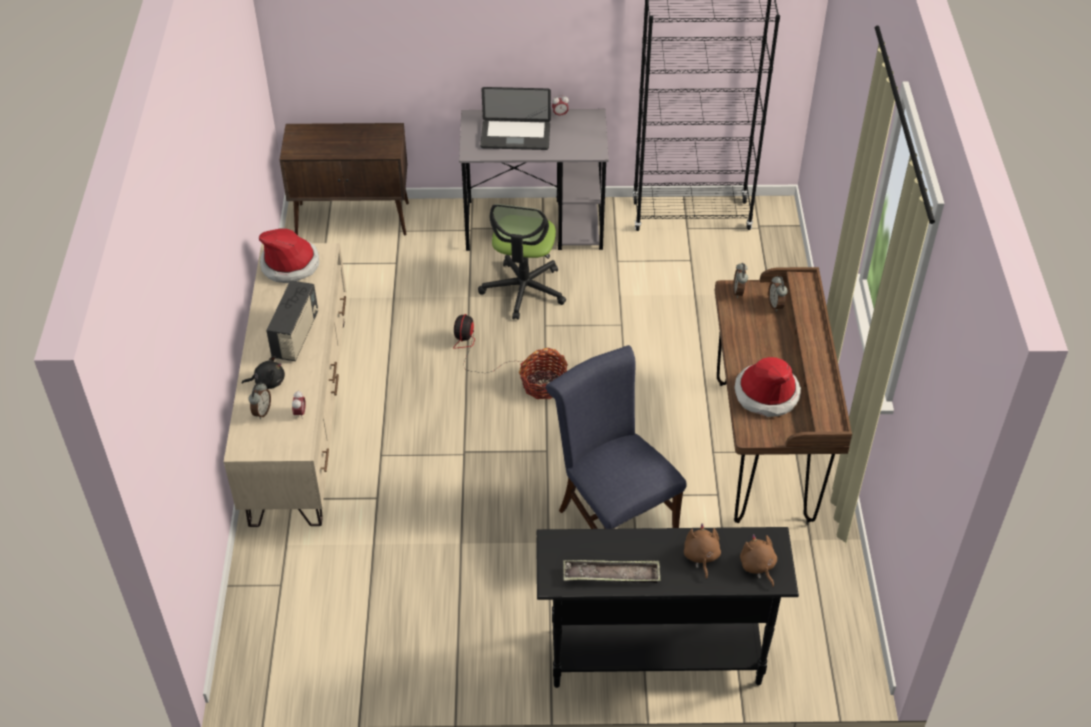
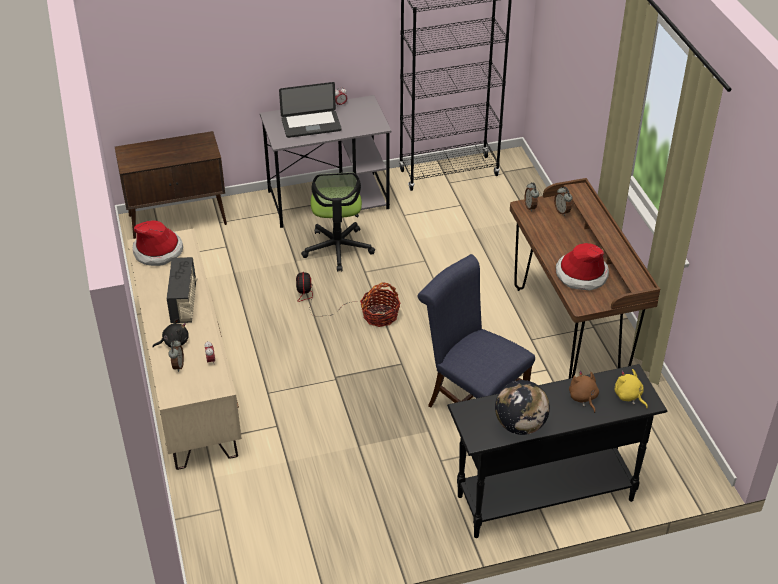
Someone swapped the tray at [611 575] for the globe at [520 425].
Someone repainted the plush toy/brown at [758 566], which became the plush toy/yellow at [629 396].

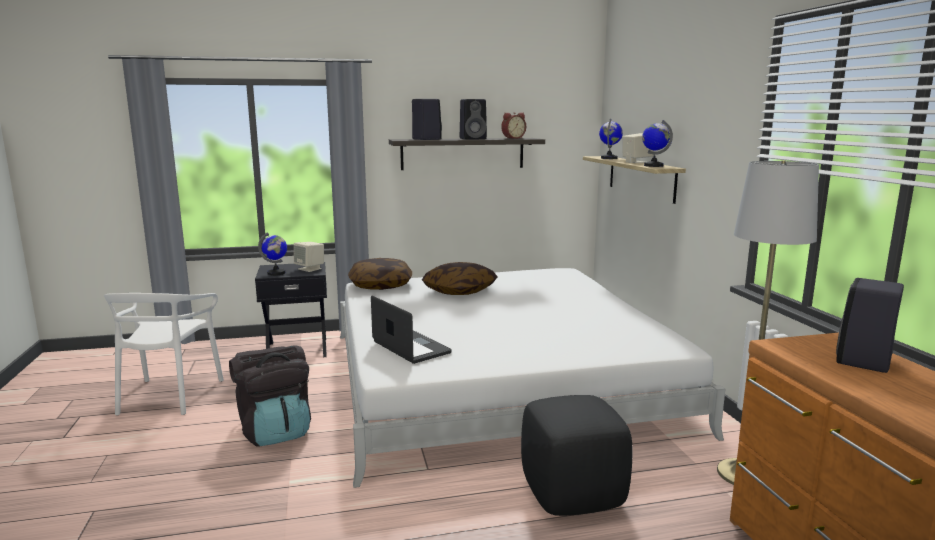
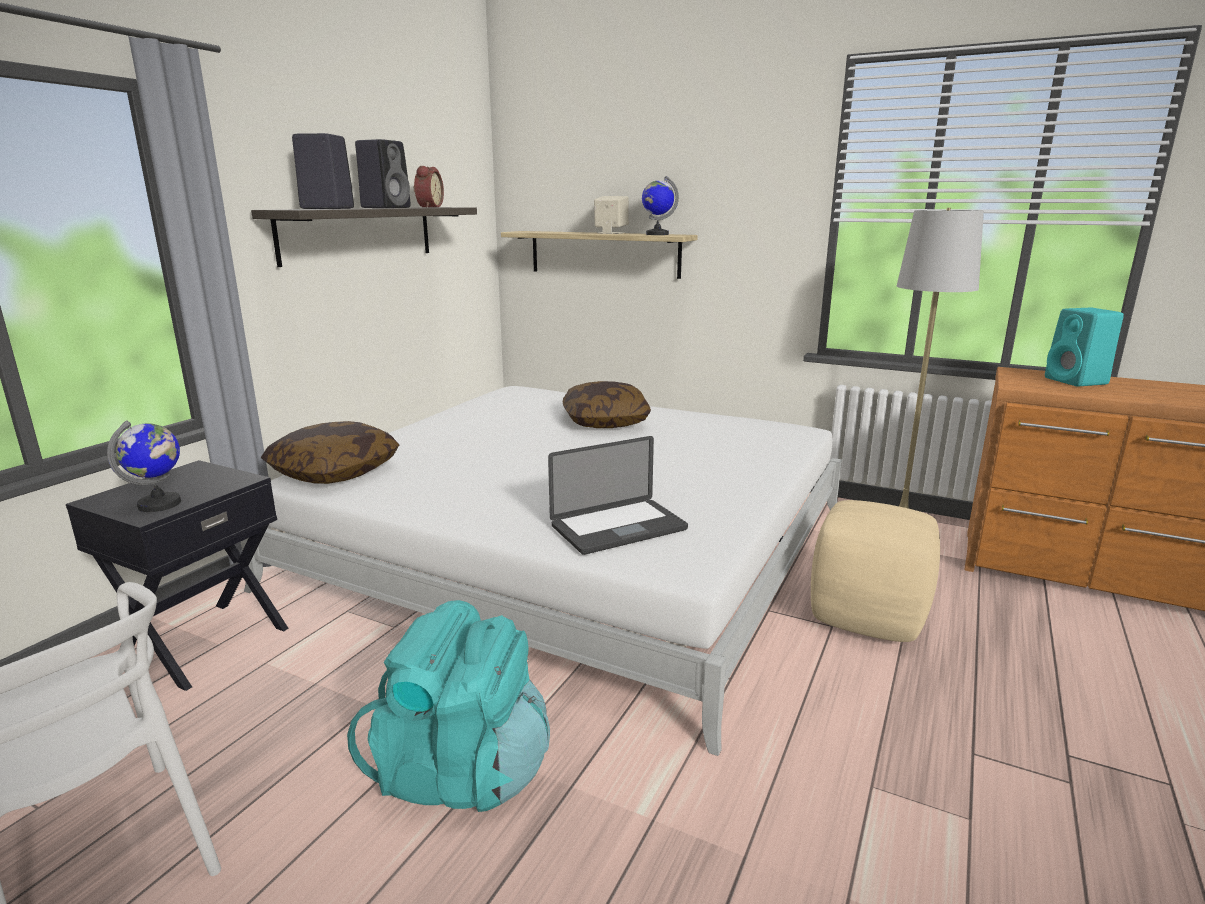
Someone took away the speaker/beige at [310 269].
Someone took away the globe at [609 158].
Someone carried the pillow from [459 291] to [605 421].
Someone repainted the backpack/black at [275 431], which became the backpack/turquoise at [462 771].
Someone repainted the ottoman/black at [572 494], which became the ottoman/beige at [866 616].
Someone repainted the speaker/black at [863 362], which became the speaker/turquoise at [1077 381].
Someone rotated the laptop at [411 347] by 150 degrees clockwise.

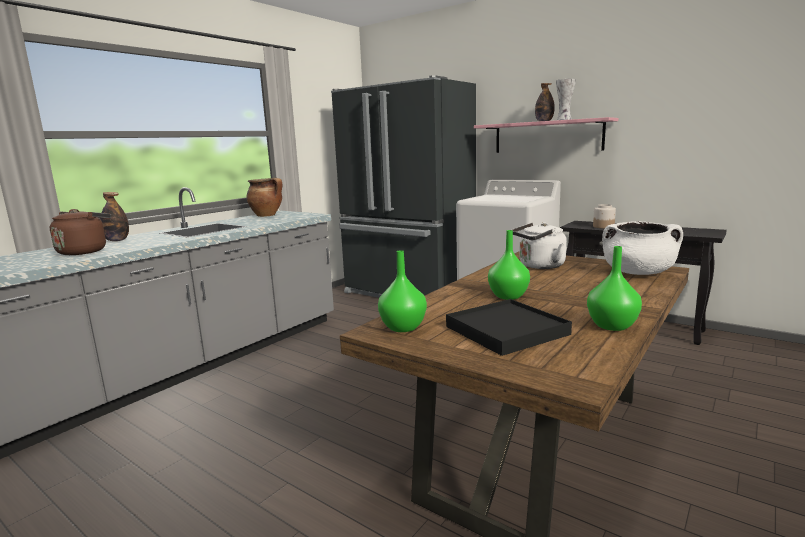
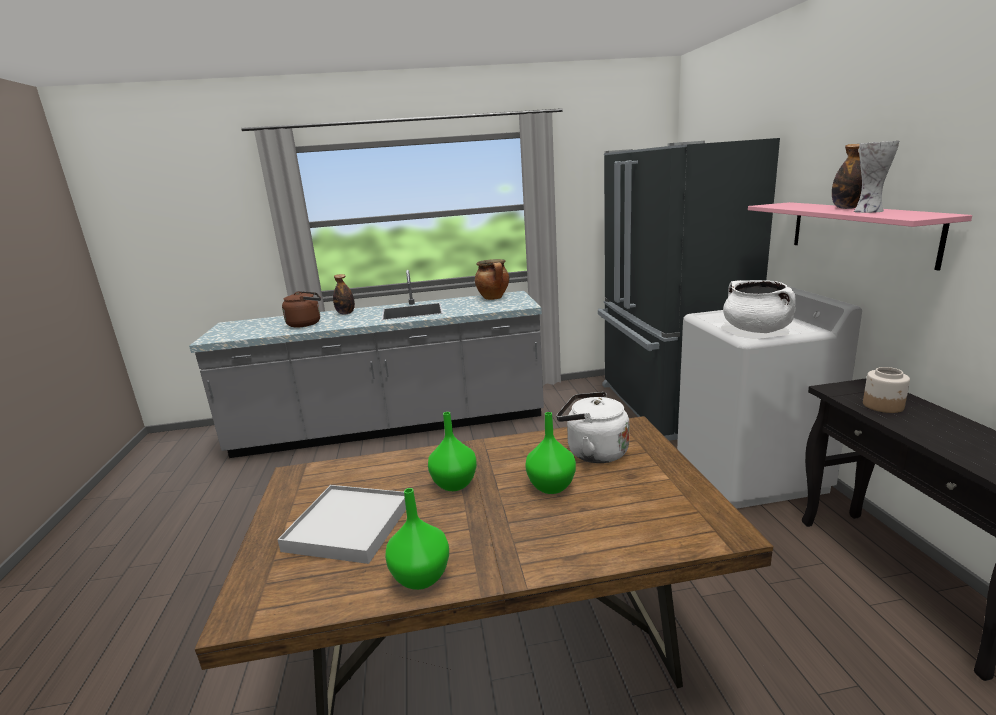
Someone carried the vase/green from [402 327] to [551 486].
Someone carried the cooking pot/white from [638 273] to [757 330].
Someone repainted the tray/black at [507 330], which became the tray/white at [349 527].

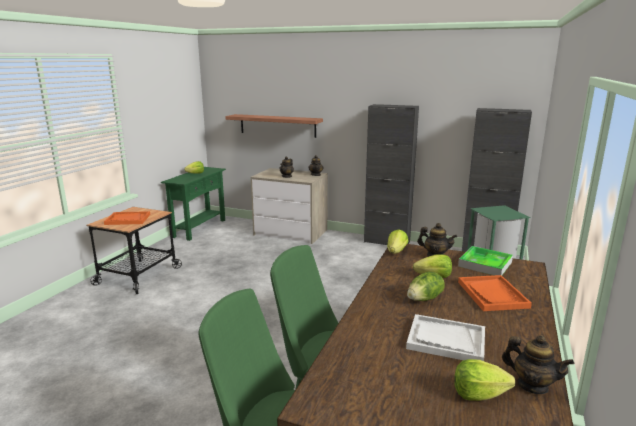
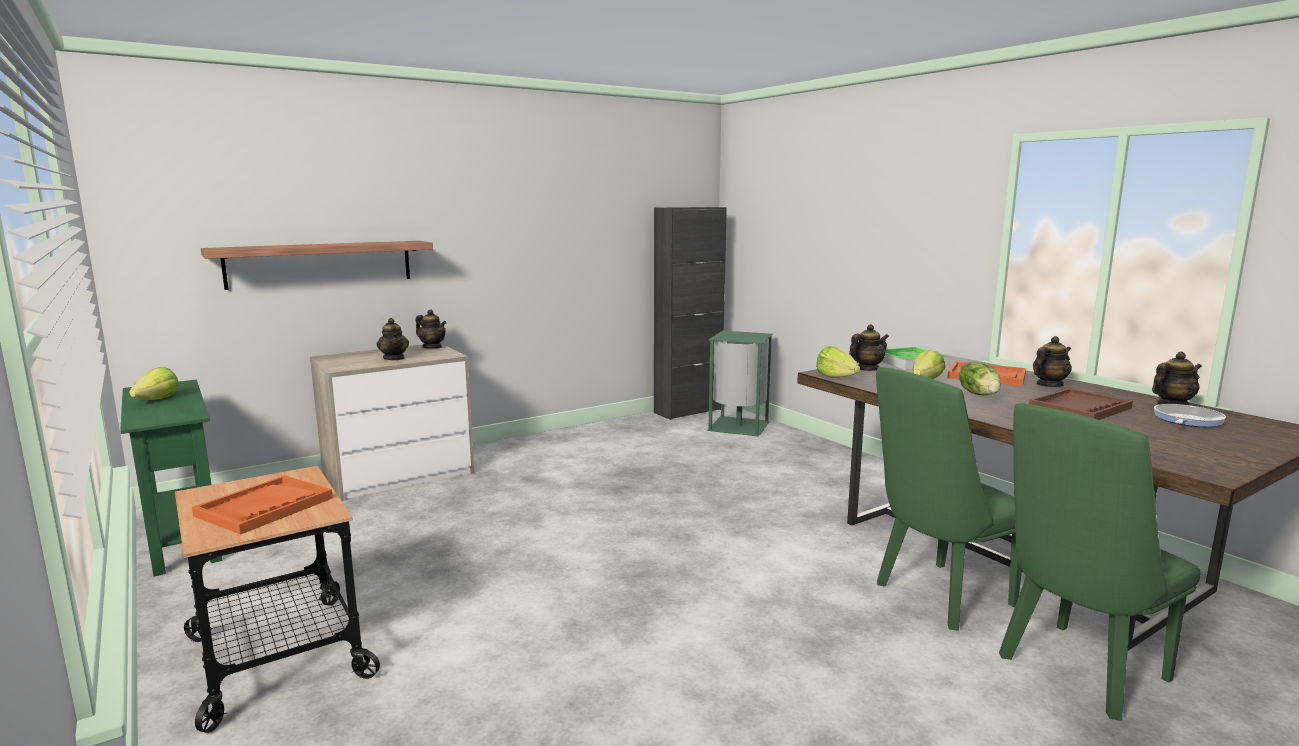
Someone took away the cabinet/black at [386 242].
Someone put down the teapot at [1048 385].
Someone swapped the lettuce at [478 394] for the frying pan at [1186 420].
Someone repainted the tray/white at [446 340], which became the tray/brown at [1080 407].

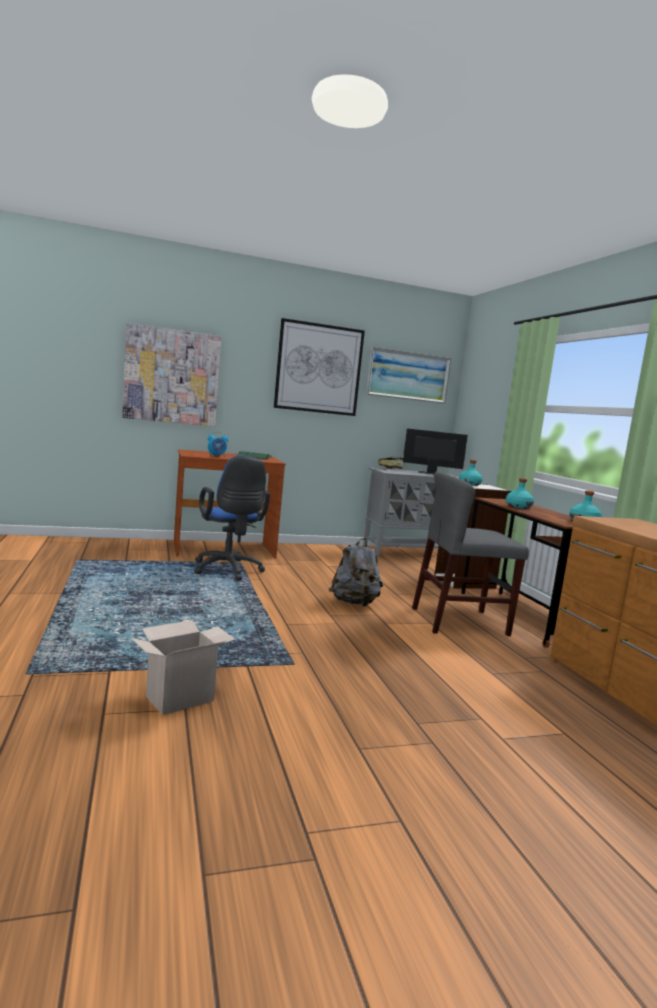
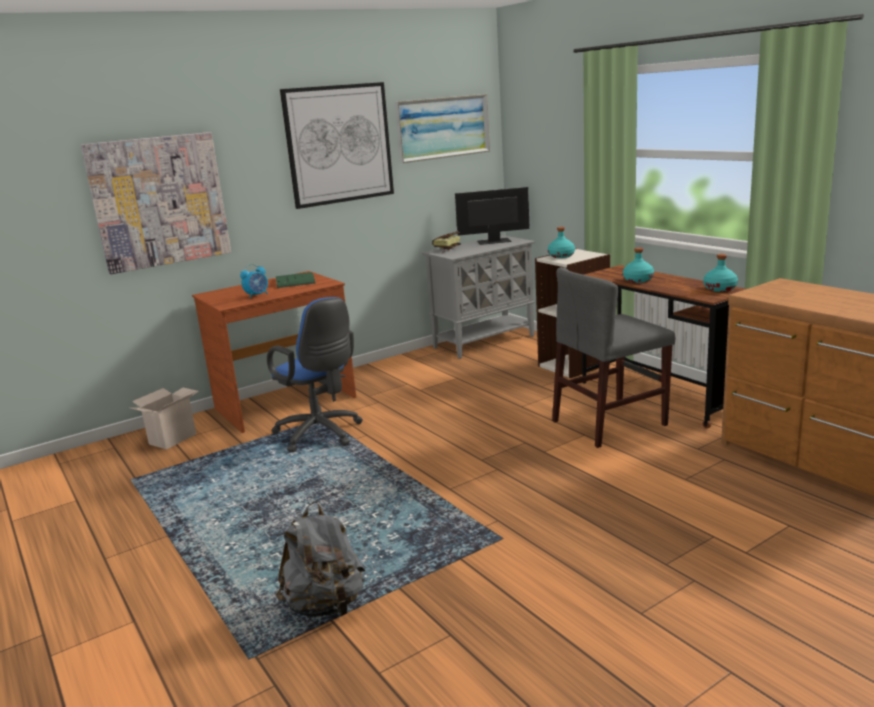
Someone carried the cardboard box from [181 697] to [173 438].
Someone carried the backpack/grey from [354 603] to [326 605].

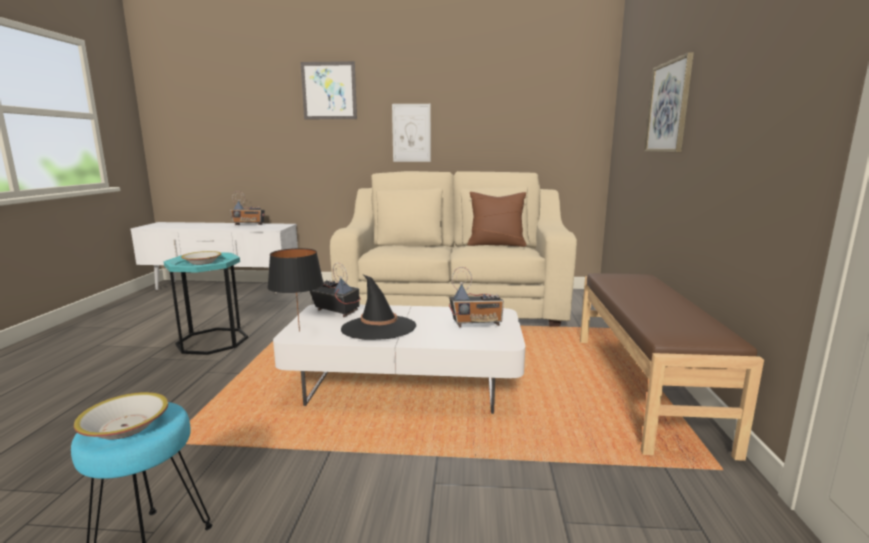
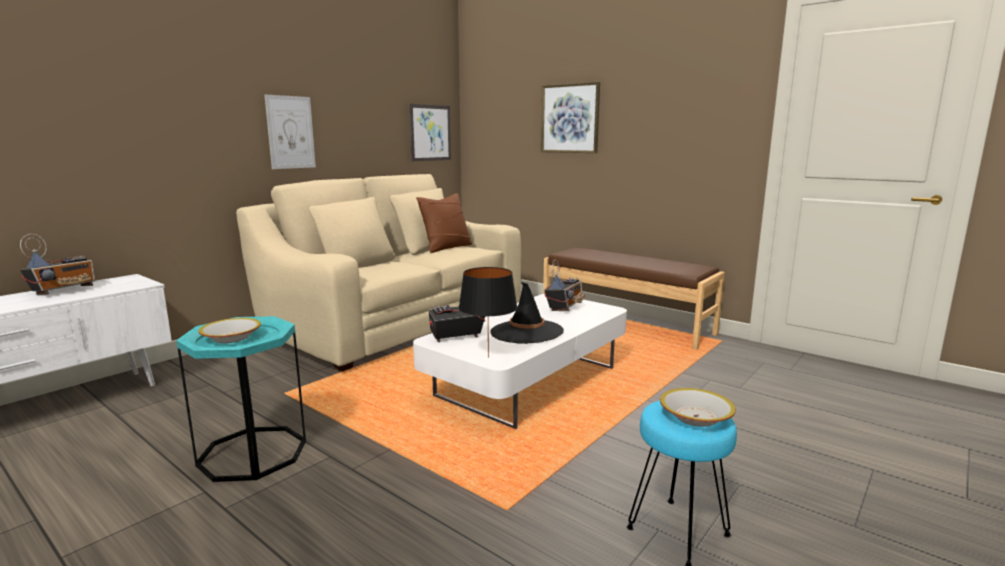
Someone carried the picture from [329 91] to [430 133].

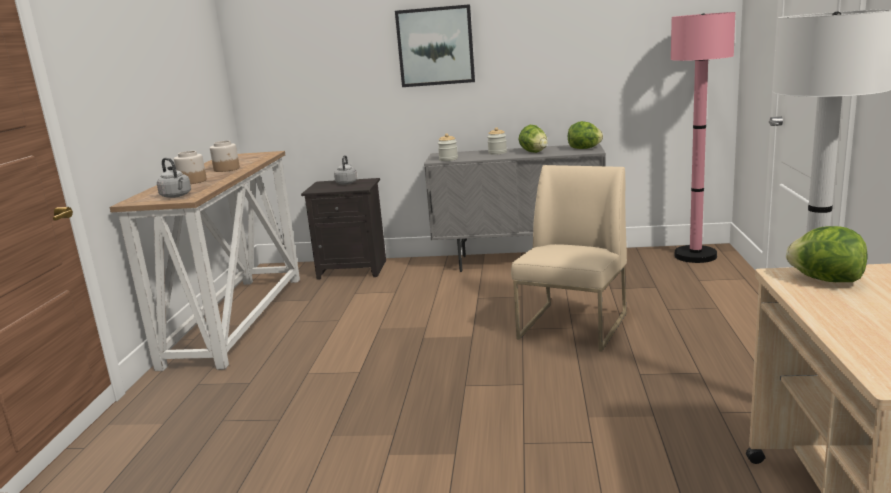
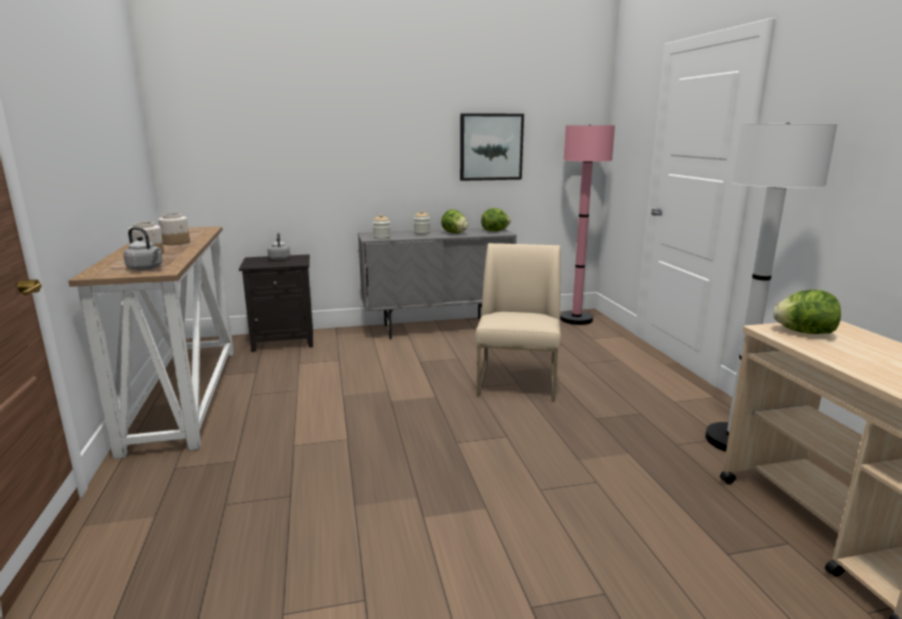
Someone carried the picture from [435 46] to [491 147].

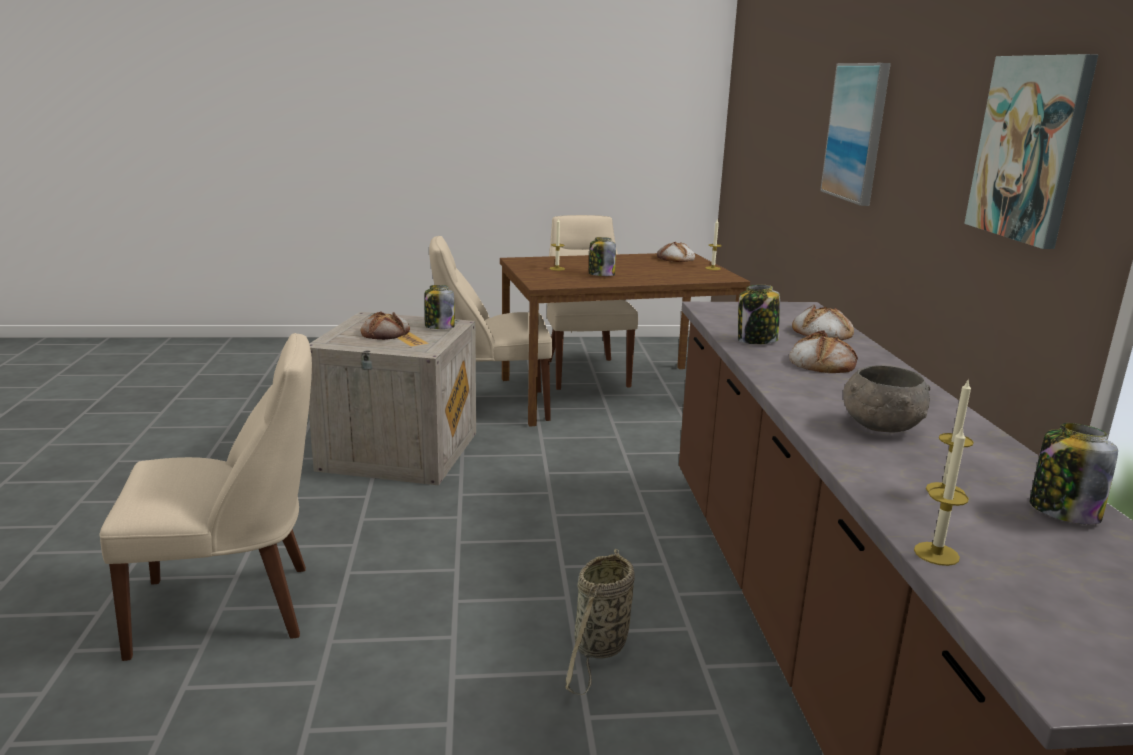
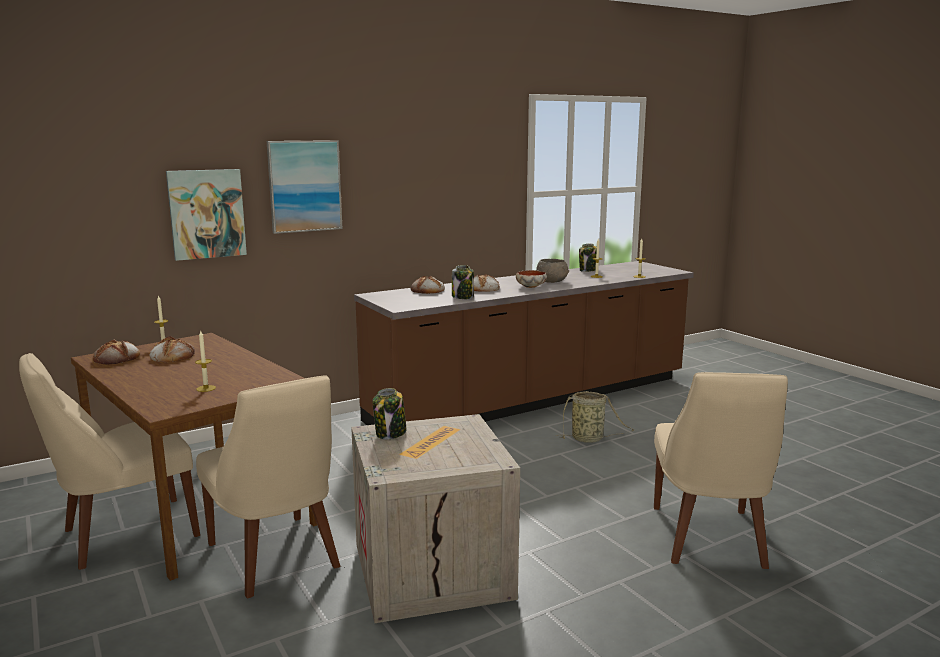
Someone took away the jar at [601 275].
Someone put down the bowl at [531 287].
Someone carried the bread from [385 333] to [172 356].
Someone carried the picture from [1029 148] to [206 214].
Someone rotated the chair/beige at [232 608] by 135 degrees counterclockwise.

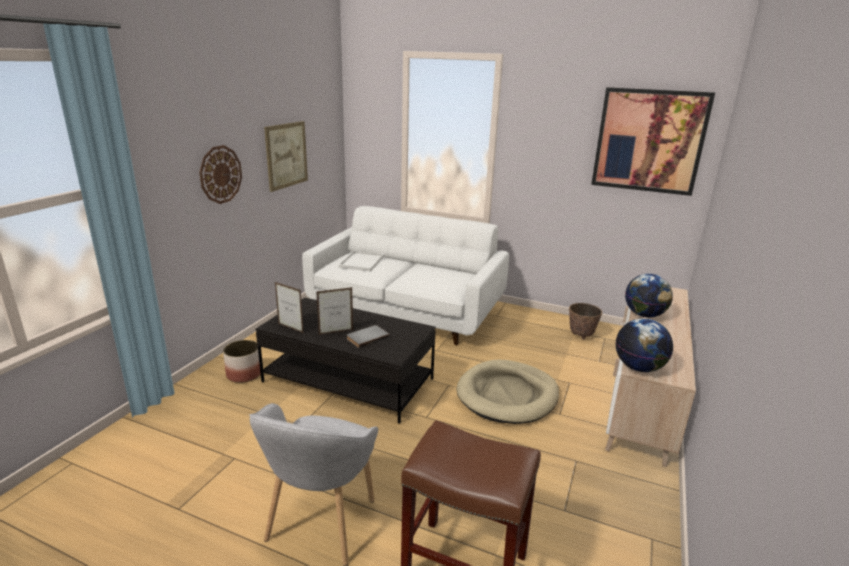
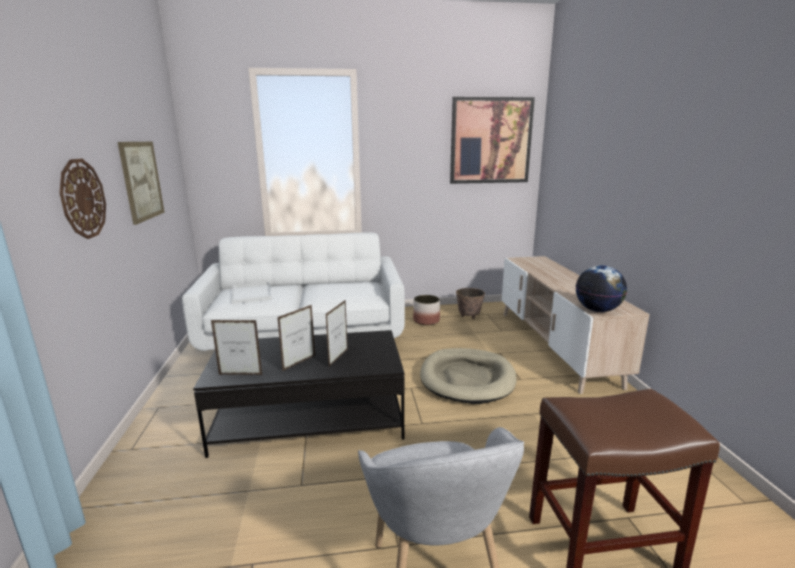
Someone took away the globe at [644 315].
Someone carried the planter from [244 374] to [426 321].
Someone swapped the book/grey at [367 337] for the picture frame at [338 358].

